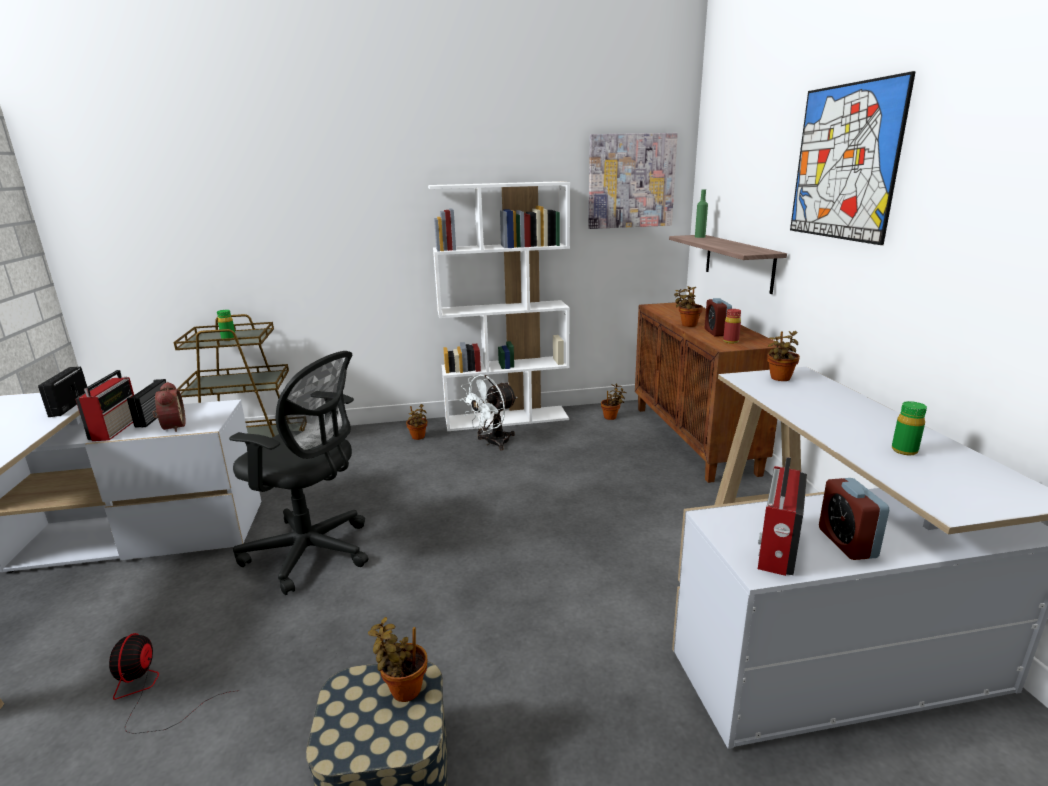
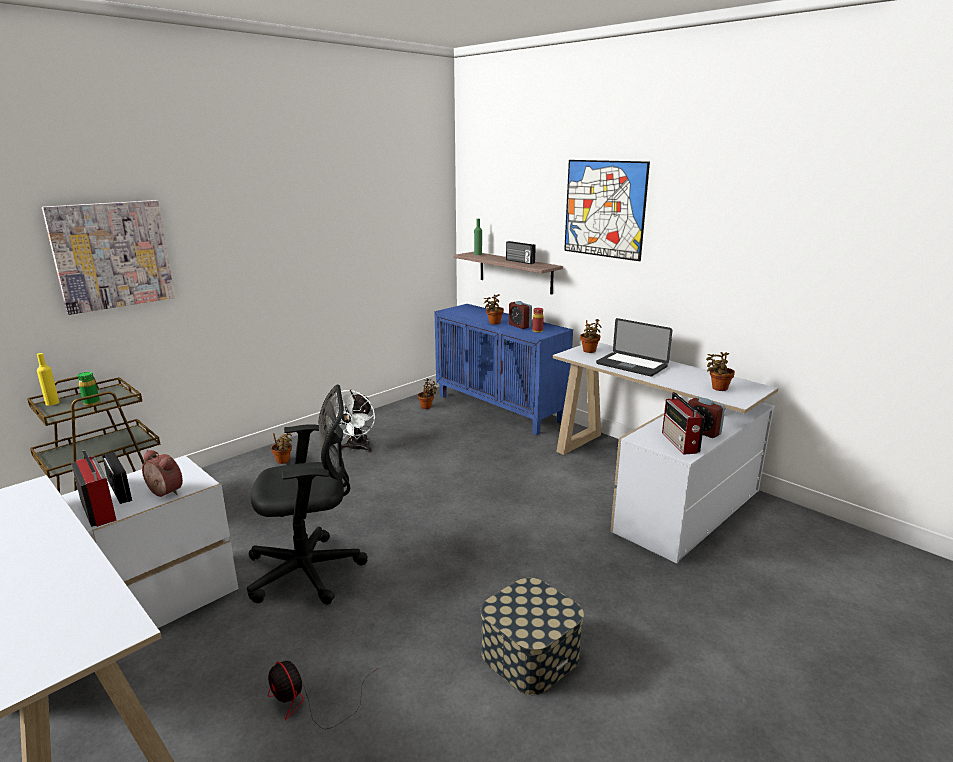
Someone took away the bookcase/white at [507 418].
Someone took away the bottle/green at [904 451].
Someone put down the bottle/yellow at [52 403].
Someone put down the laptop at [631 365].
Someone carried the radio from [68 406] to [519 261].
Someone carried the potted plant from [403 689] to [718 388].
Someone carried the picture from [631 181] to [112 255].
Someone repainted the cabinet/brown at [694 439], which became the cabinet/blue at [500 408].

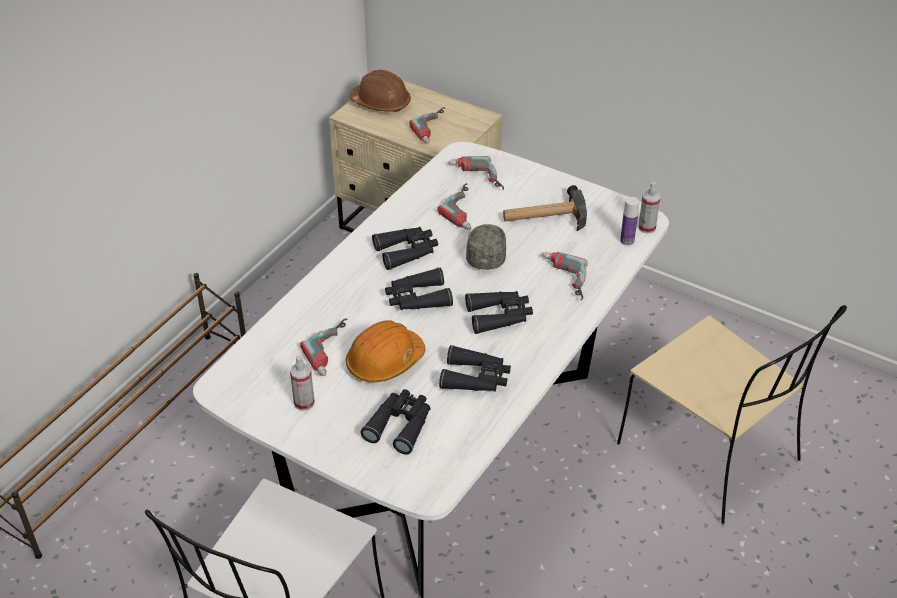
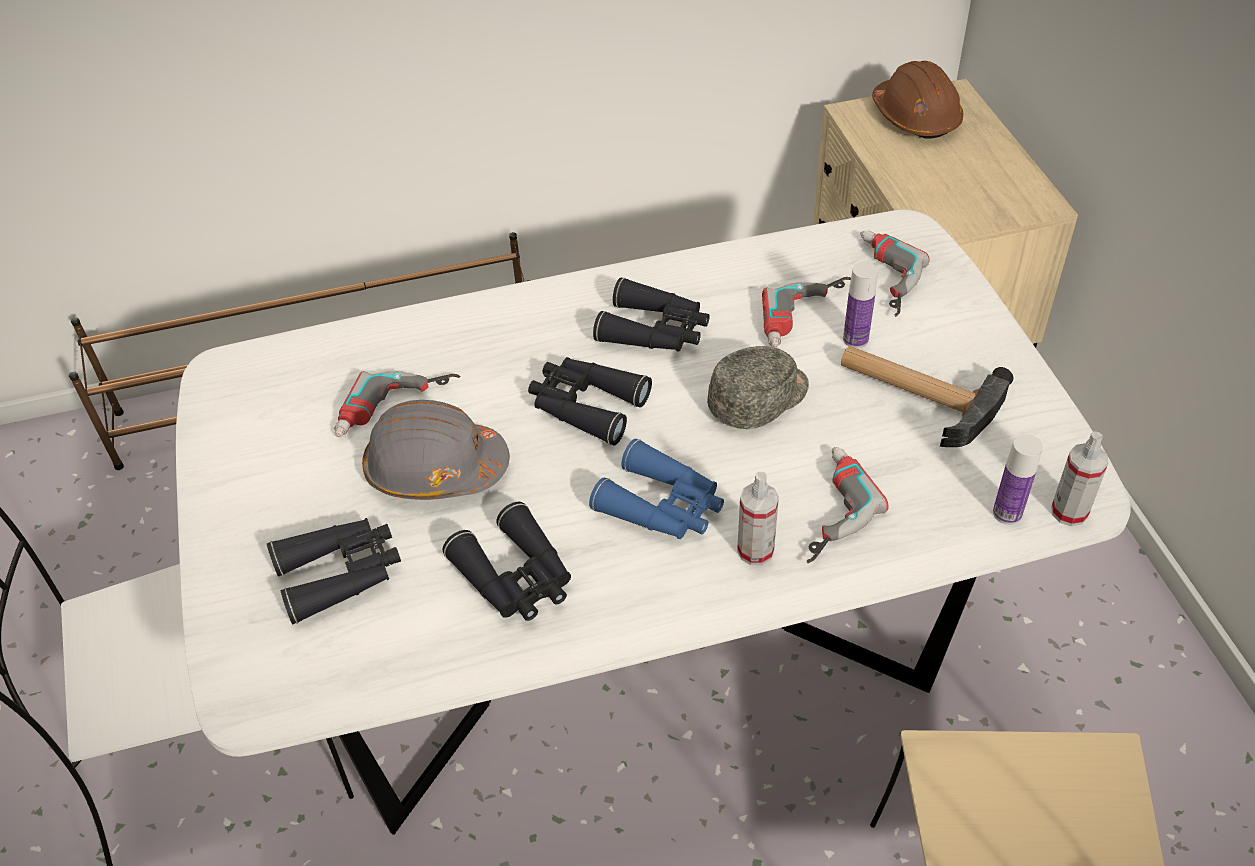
Someone took away the power drill at [435 129].
Someone put down the bottle at [855 339].
Someone carried the spray bottle from [304 403] to [755 551].
Someone repainted the hard hat/orange at [385 362], which became the hard hat/grey at [435 469].
Someone repainted the binoculars/black at [499 316], which became the binoculars/blue at [662 506].

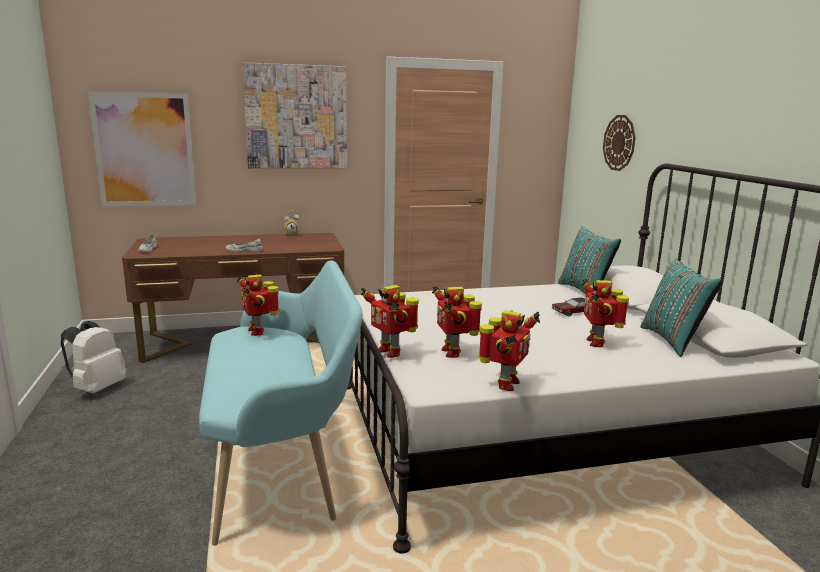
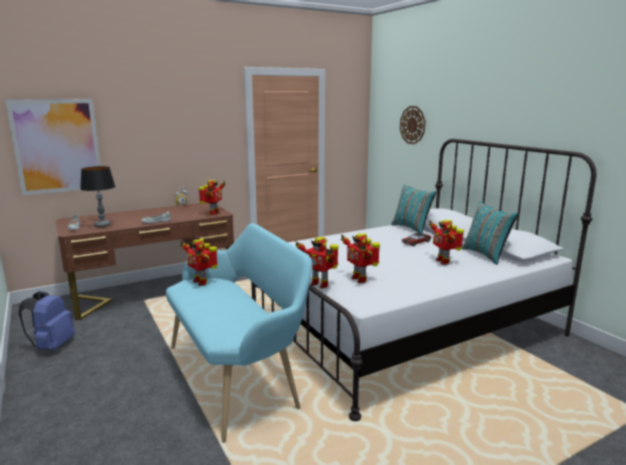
Someone took away the picture at [296 117].
Someone put down the table lamp at [102 225].
Someone carried the toy robot from [505 384] to [213 213].
Someone repainted the backpack/white at [97 389], which became the backpack/blue at [52 346].

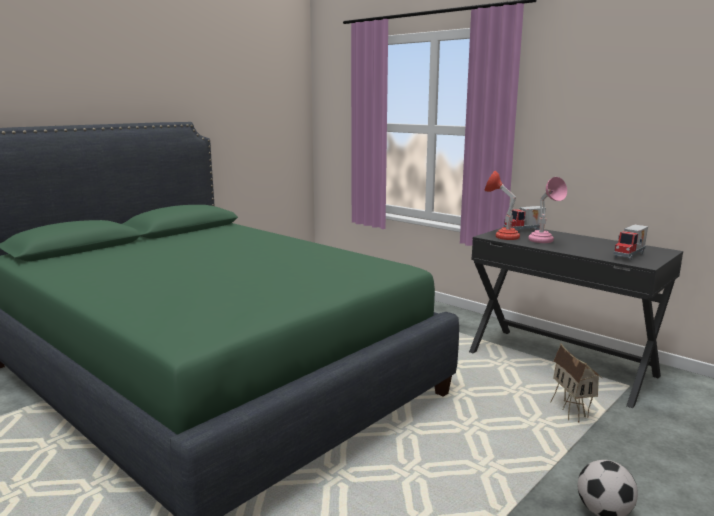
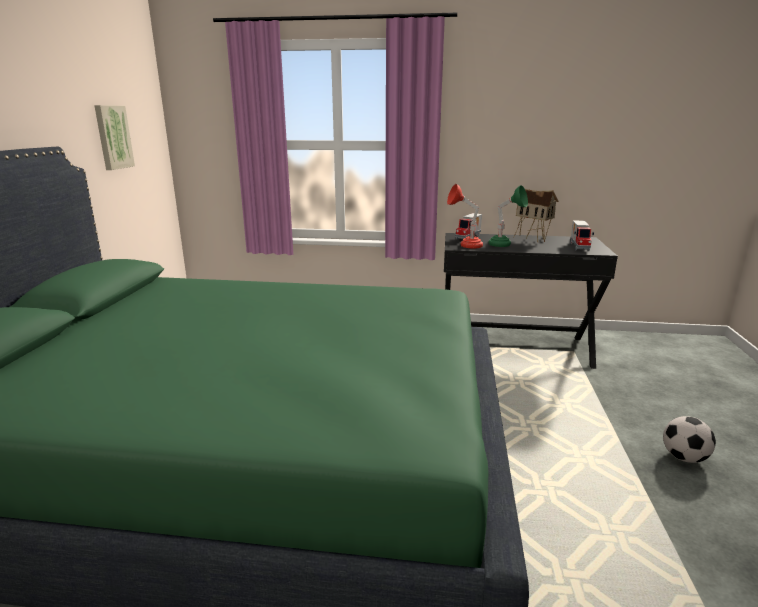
Someone put up the picture at [113 137].
Someone carried the toy house from [571 413] to [532 239].
Someone repainted the table lamp/pink at [544 242], which became the table lamp/green at [505 245].

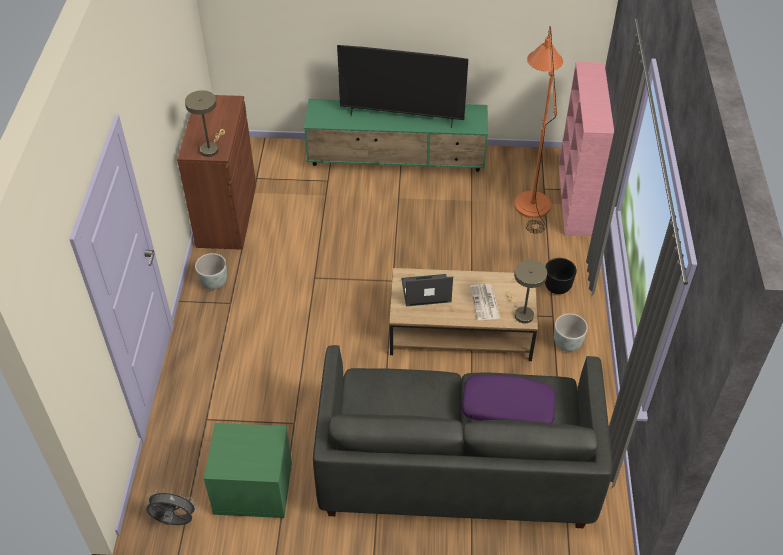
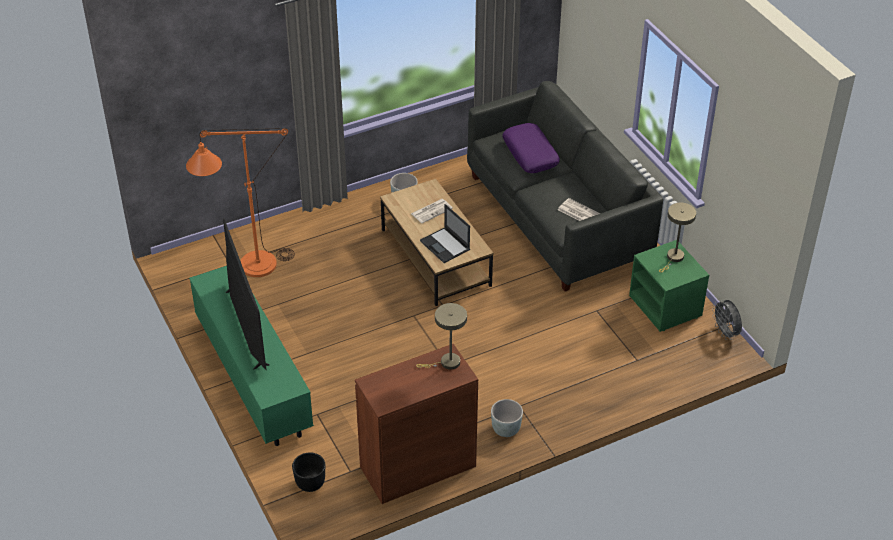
Someone took away the bookcase/pink at [575 200].
Someone put down the newspaper at [578 212].
Someone carried the table lamp/beige from [521 313] to [674 258].
Someone carried the planter/black from [557 287] to [310 484].

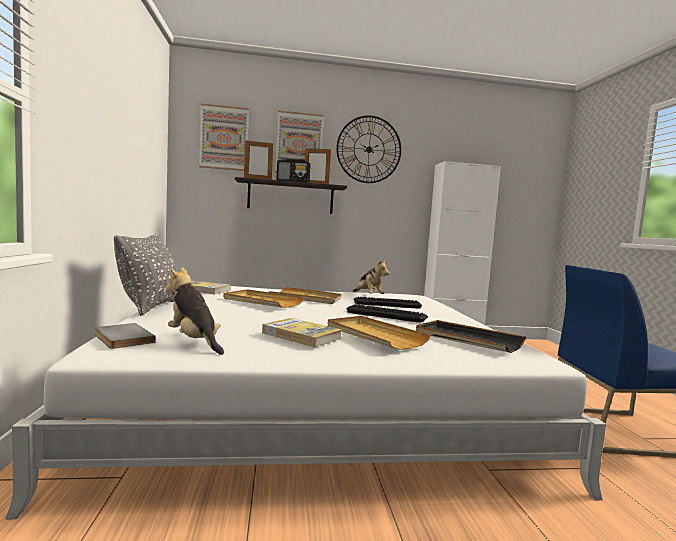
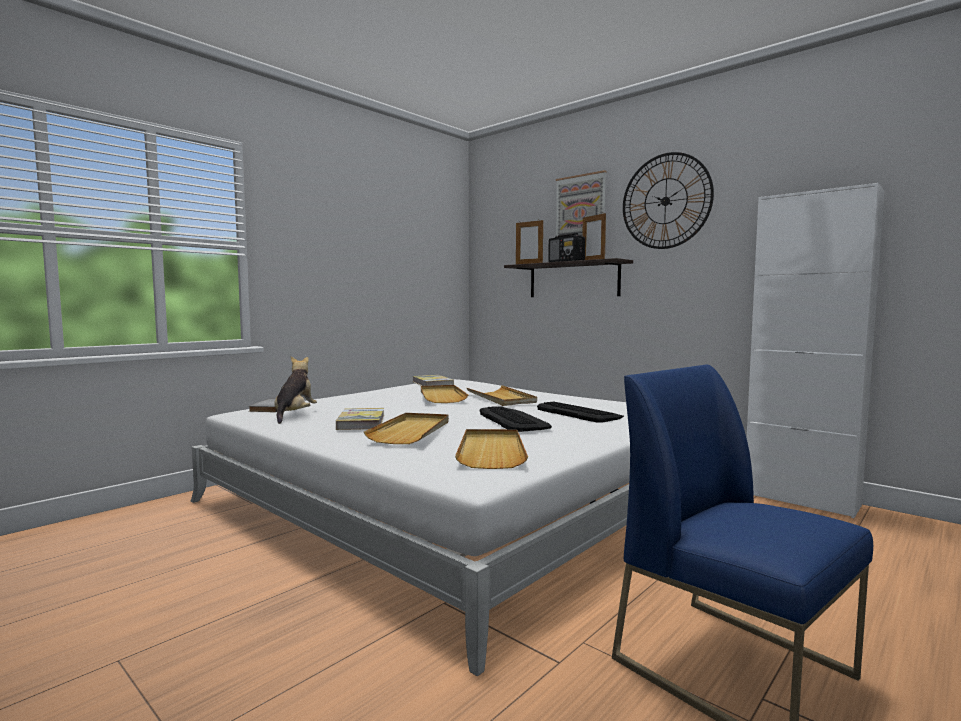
Someone took away the pillow/grey at [150 307].
Someone took away the picture at [224 138].
Someone took away the plush toy at [368 296].
Someone repainted the tray/black at [467 339], which became the tray/beige at [491 451].

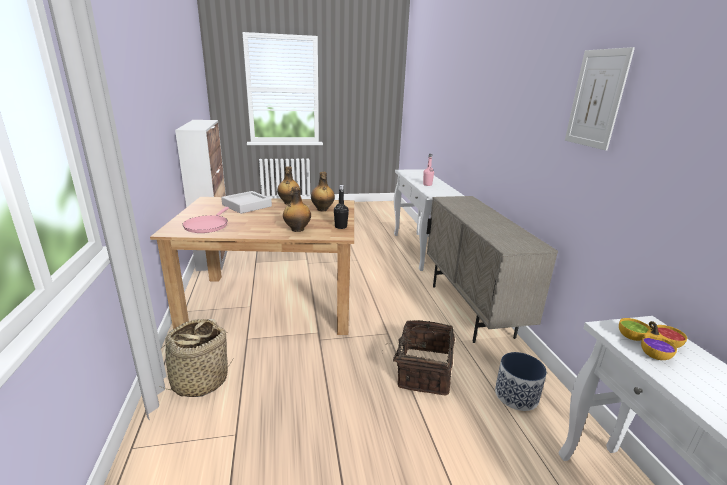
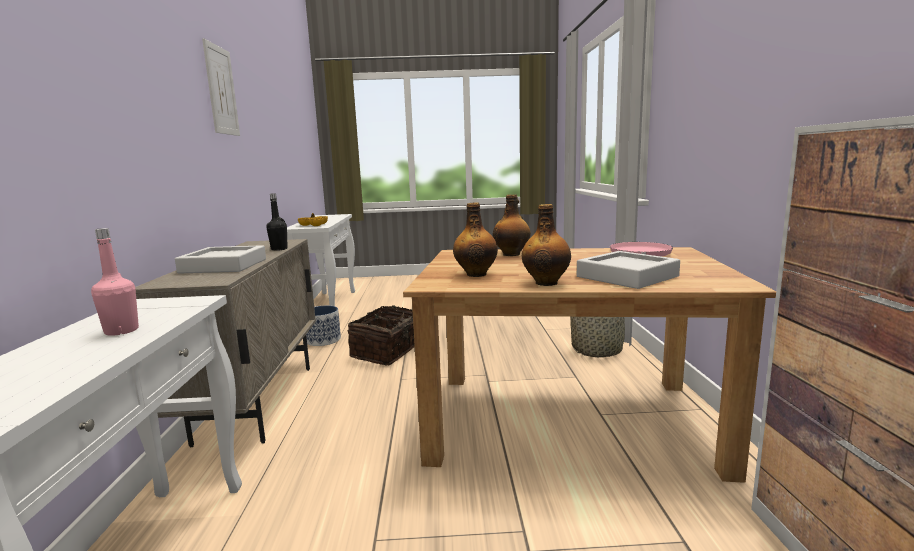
Someone put down the tray/grey at [224 266].
Someone carried the bottle/black from [341 227] to [279 249].

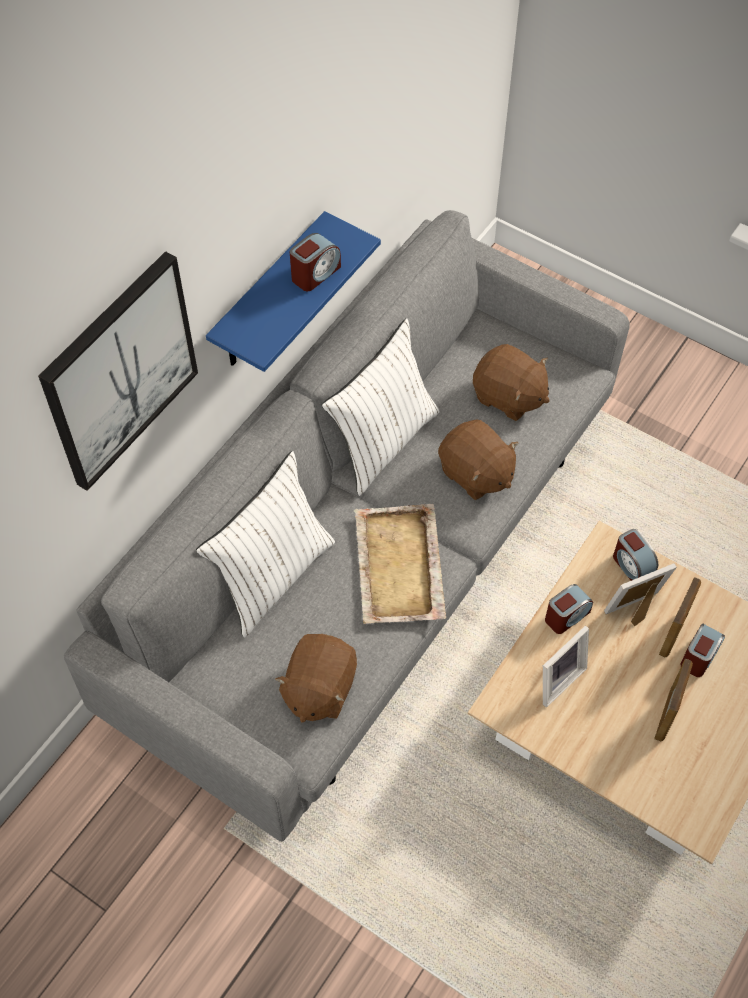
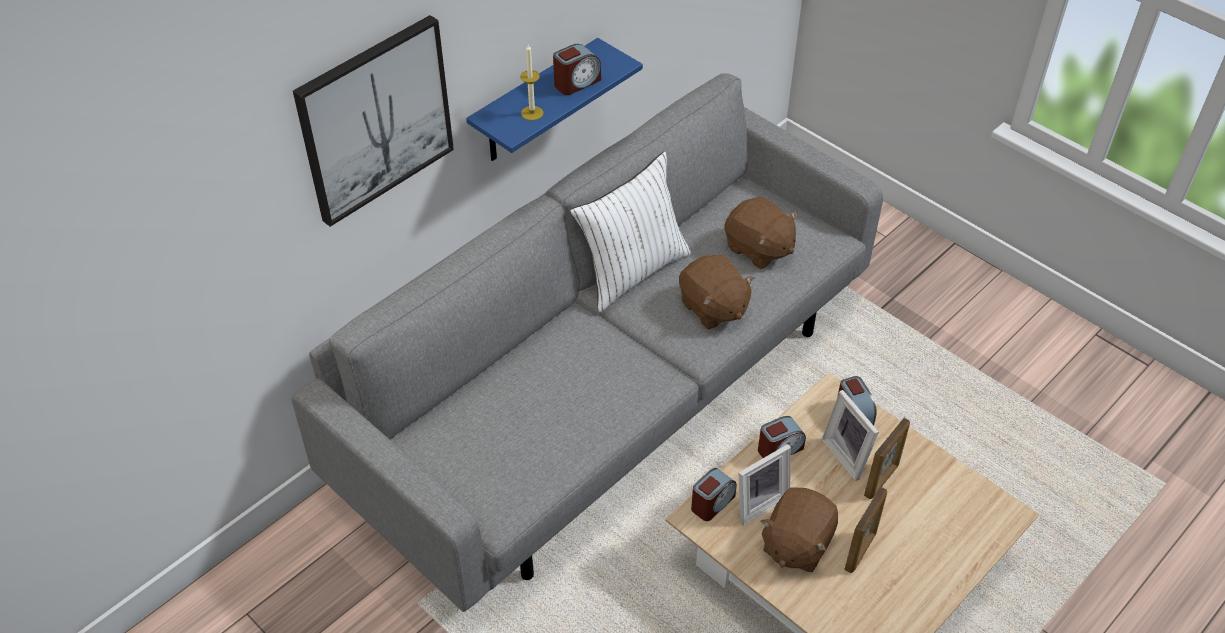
Someone took away the pillow/white at [273 576].
Someone took away the tray/beige at [398 567].
Someone put down the candle at [532 113].
Someone carried the plush toy/brown from [318 689] to [796 544].
Someone carried the alarm clock from [699 656] to [712 503].
Someone rotated the picture frame at [636 611] by 105 degrees counterclockwise.

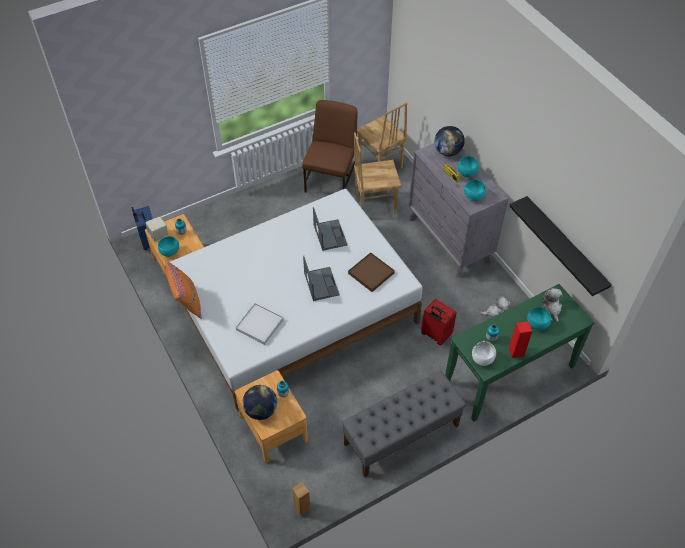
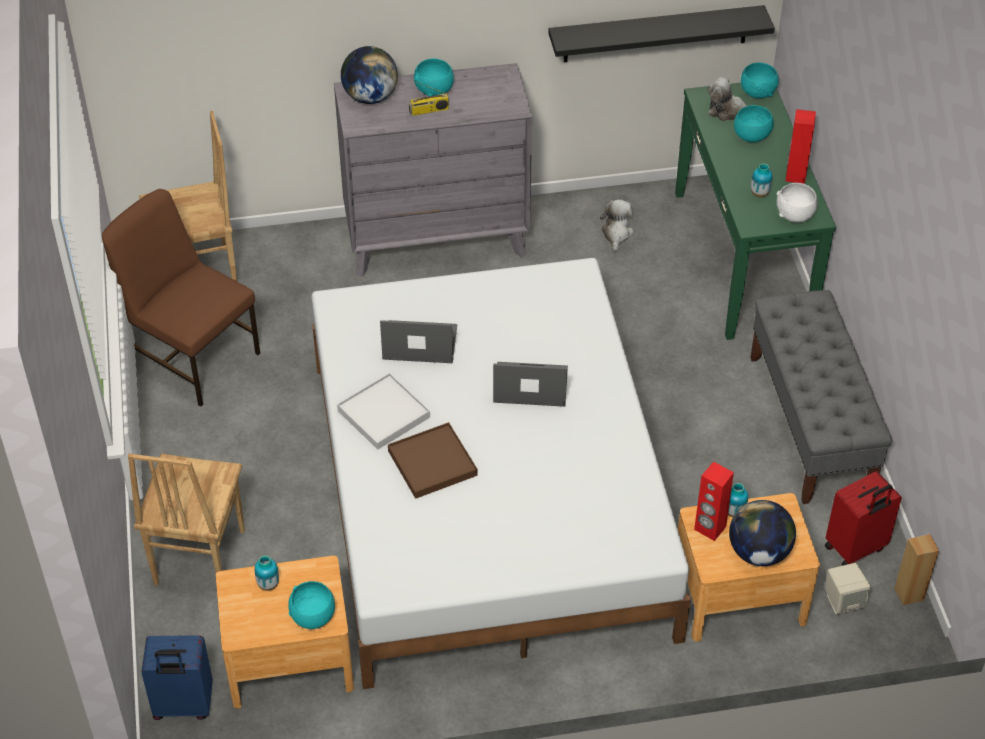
Someone took away the pillow/orange at [187 302].
Someone put down the speaker/red at [709 528].
Someone carried the speaker/beige from [159 236] to [843 601].
Someone carried the tray/white from [259 325] to [383 414].
Someone carried the tray/brown from [371 273] to [432 463].
Someone carried the chair/brown from [374 204] to [198 557].
Someone carried the suitcase/red from [435 335] to [856 549].
Someone carried the bowl/turquoise from [474 196] to [757 92].

